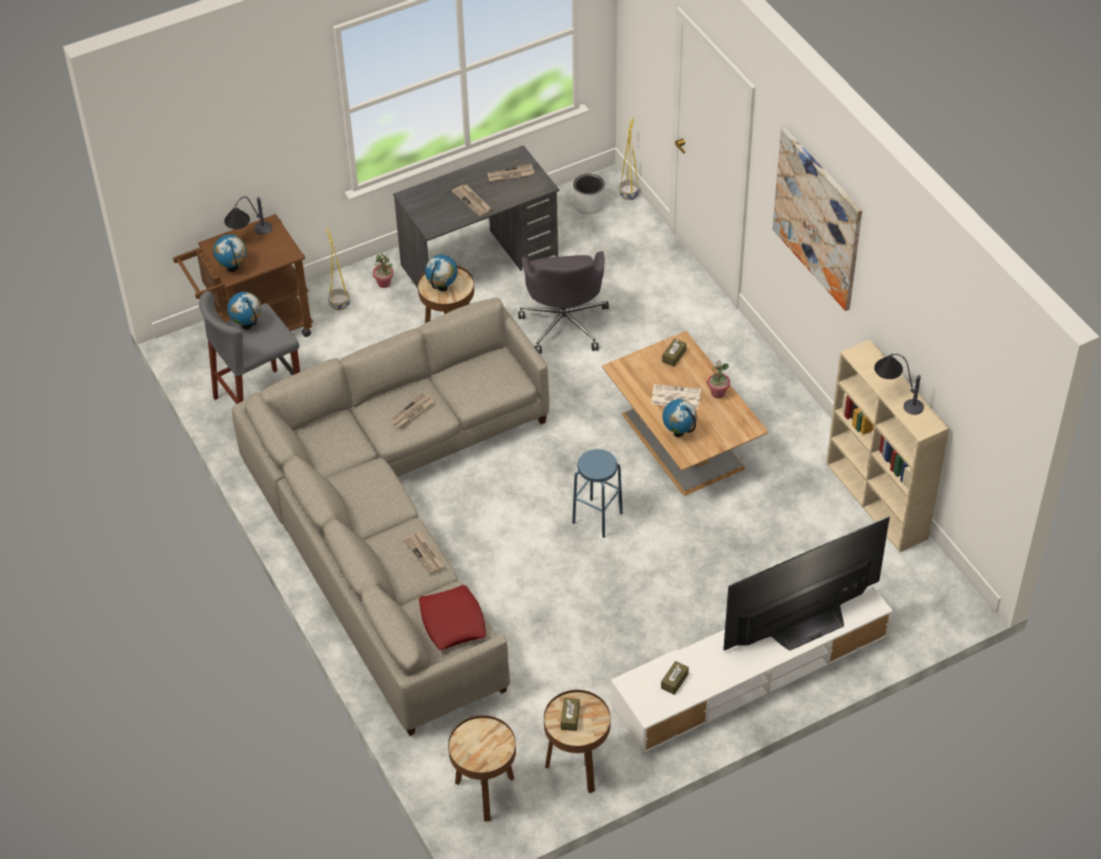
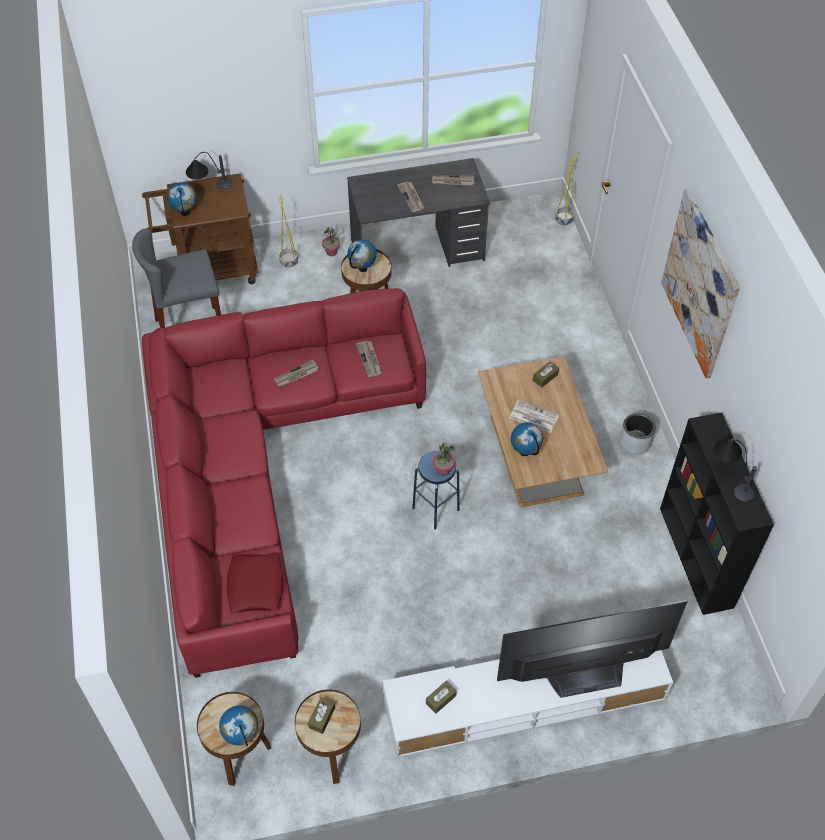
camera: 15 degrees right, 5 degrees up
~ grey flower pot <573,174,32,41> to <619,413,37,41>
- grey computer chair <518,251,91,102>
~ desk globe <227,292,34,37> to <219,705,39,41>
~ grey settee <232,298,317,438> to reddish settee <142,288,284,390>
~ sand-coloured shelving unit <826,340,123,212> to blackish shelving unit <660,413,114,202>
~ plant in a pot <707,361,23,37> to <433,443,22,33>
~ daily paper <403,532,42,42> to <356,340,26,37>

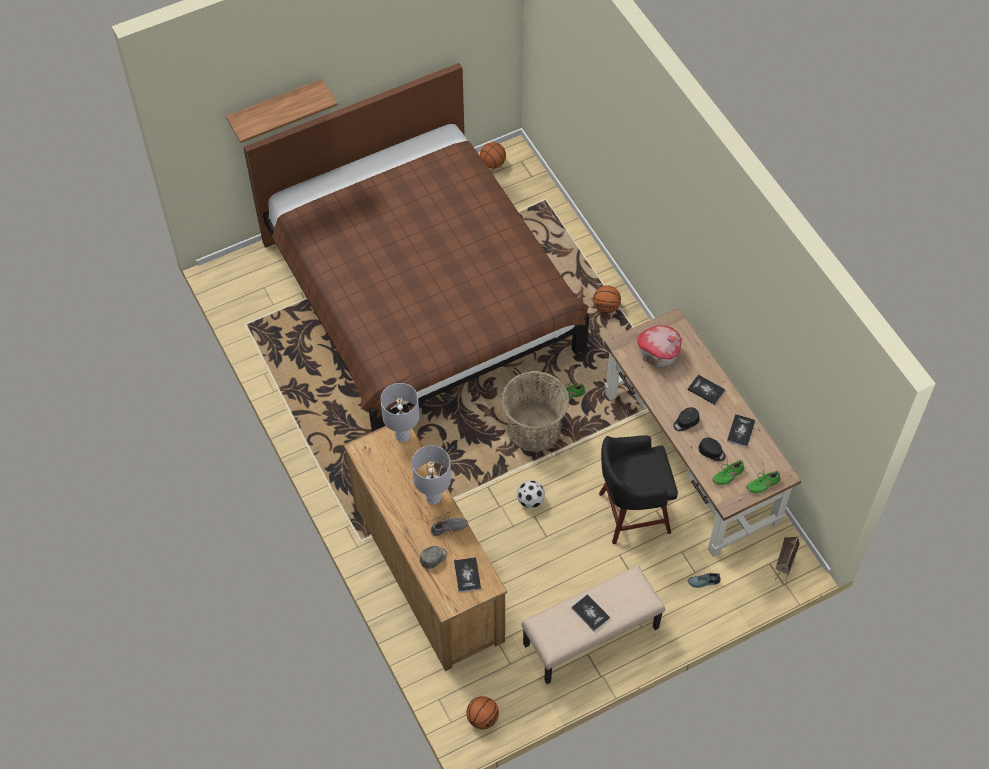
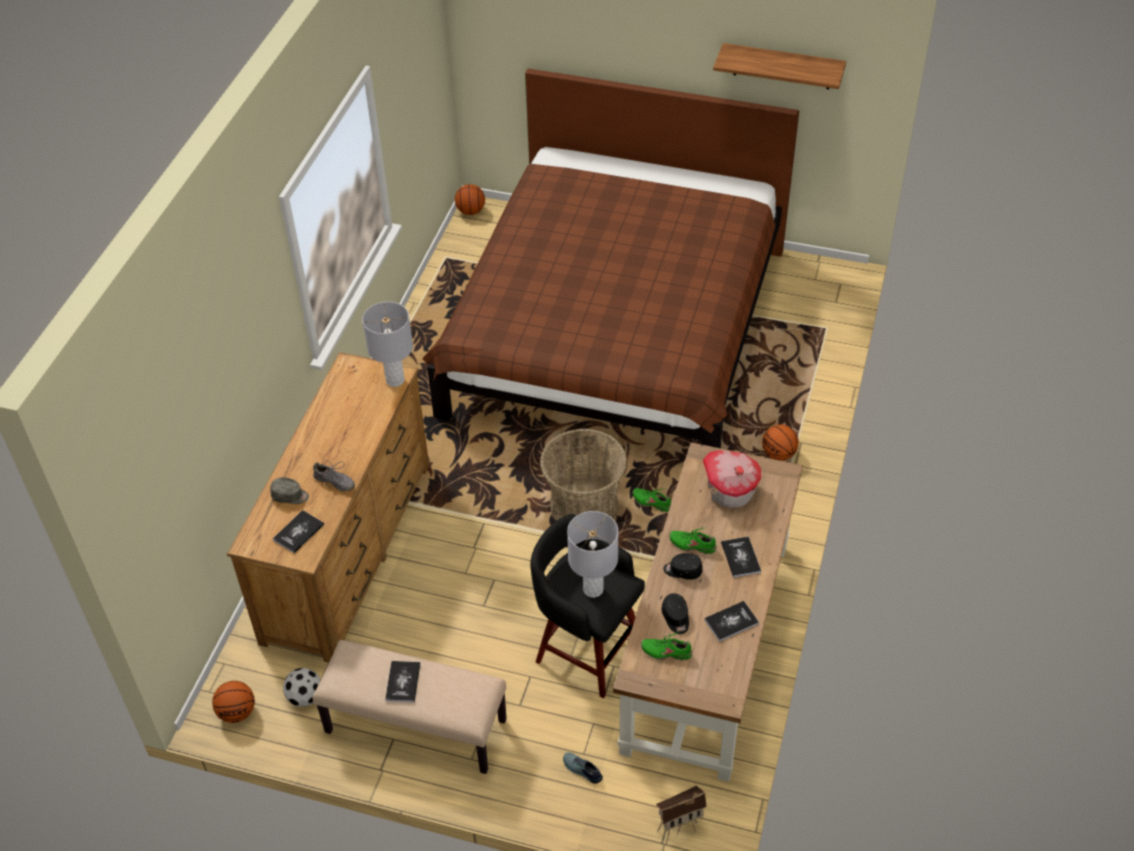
camera: 45 degrees right, 10 degrees down
~ bracket shelf <226,79,112,64> to <713,43,133,46>
~ basketball ball <480,142,26,27> to <455,184,30,31>
~ grey table lamp <412,446,39,59> to <567,511,51,87>
~ green-coloured item of footwear <746,468,34,25> to <669,528,48,26>
~ football ball <517,481,28,27> to <283,668,38,38>

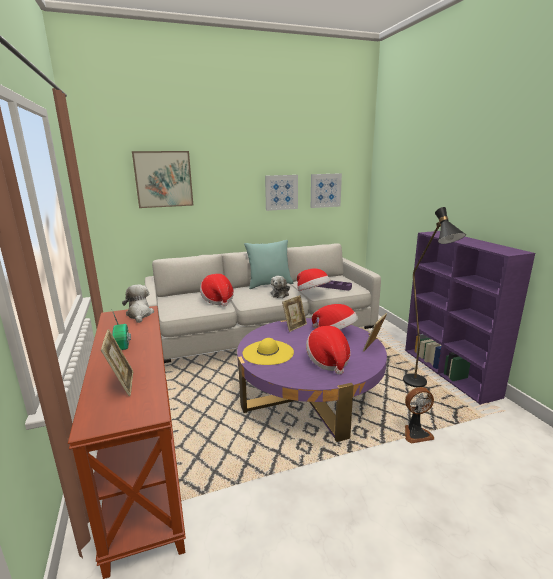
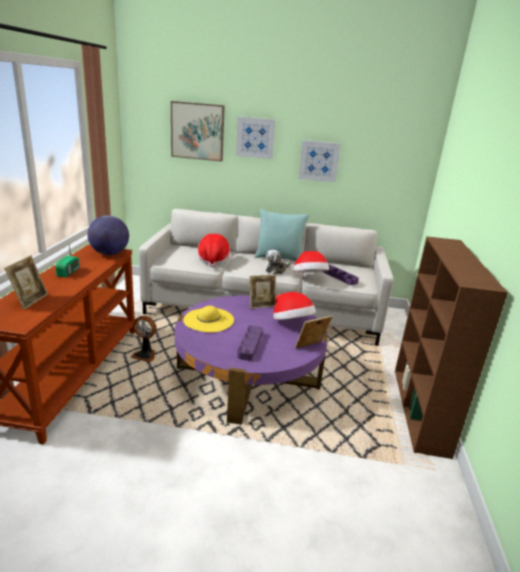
camera: 25 degrees right, 5 degrees up
~ picture <311,173,31,35> to <236,116,40,43>
- blackish floor lamp <403,207,63,180>
~ purple-coloured shelving unit <405,231,130,174> to brownish shelving unit <395,236,113,223>
~ cuddly toy <122,284,32,39> to desk globe <87,215,42,40>
~ wearable hat <306,326,45,48> to purple-coloured carrying tray <237,325,26,36>
~ cooling fan <405,387,29,56> to <131,316,25,46>

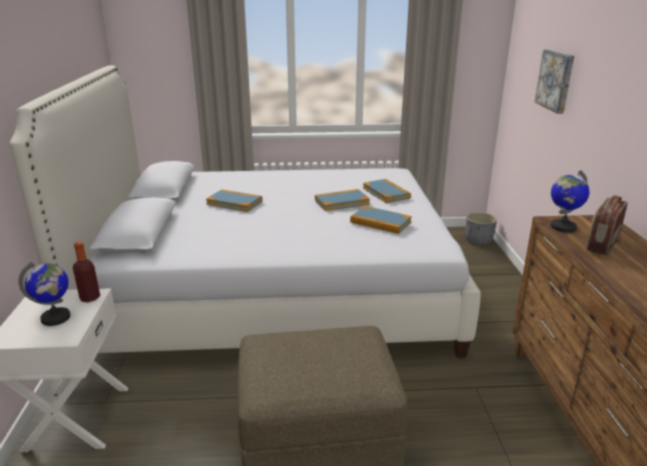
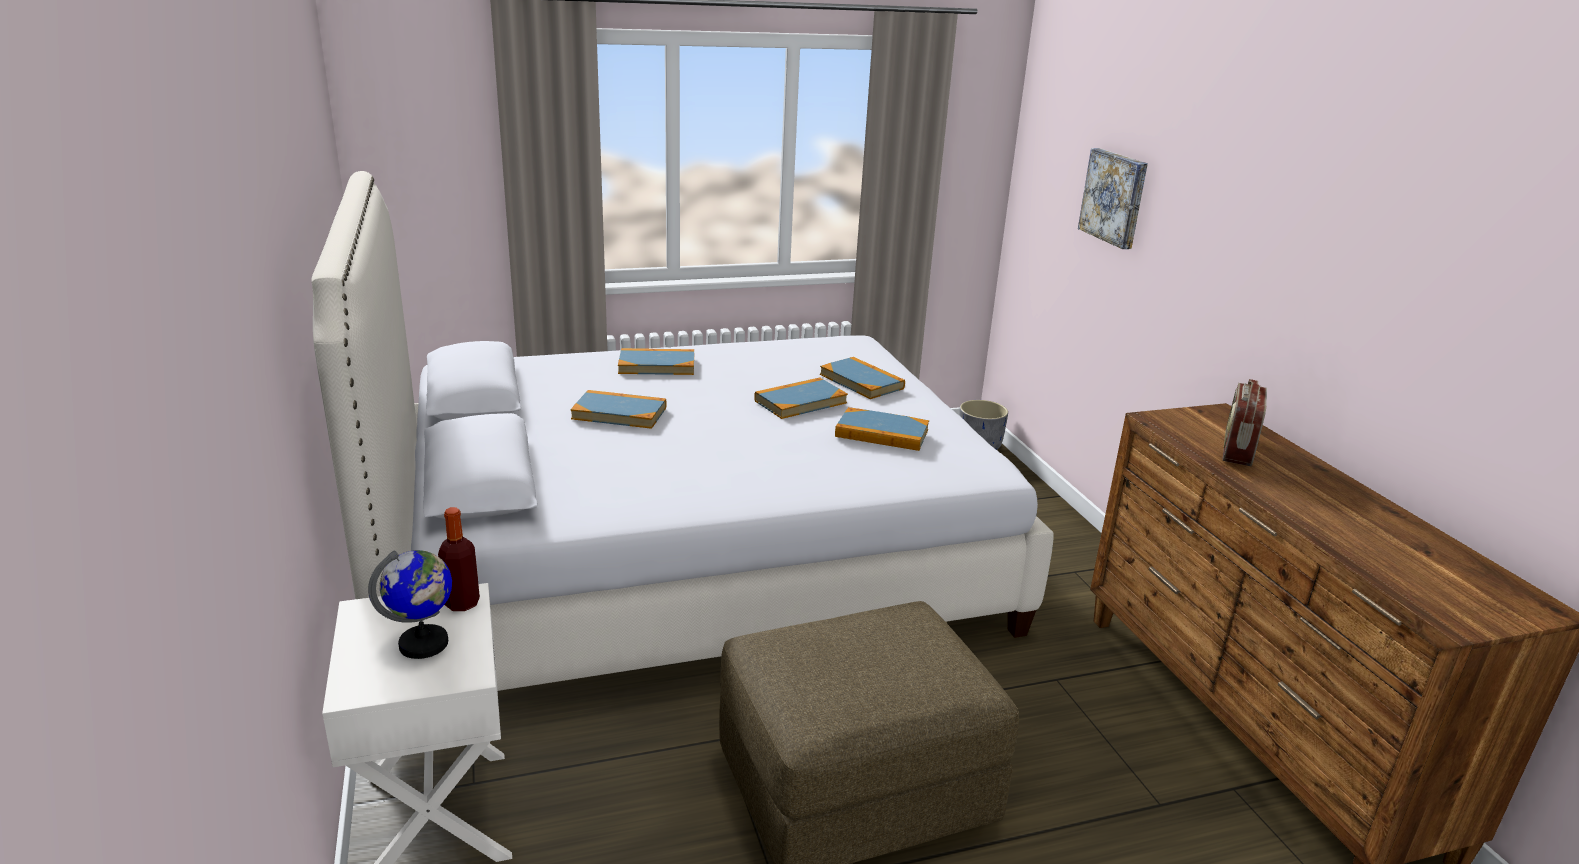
camera: 15 degrees left, 0 degrees up
- desk globe <550,170,39,63>
+ volume <618,348,76,27>

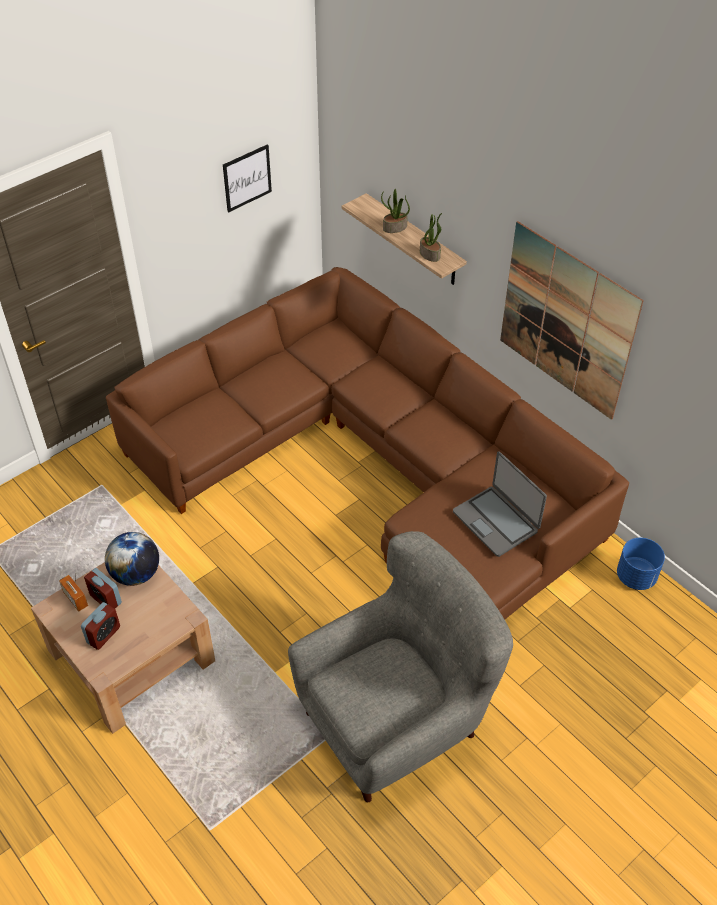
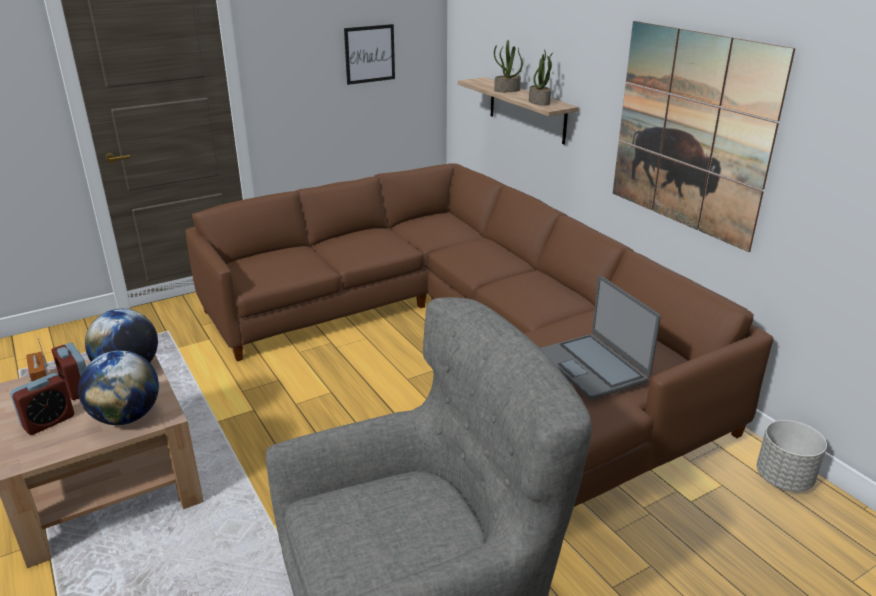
camera: 10 degrees right, 20 degrees down
~ blue-coloured flower pot <617,538,48,52> to grey flower pot <757,420,70,71>
+ desk globe <78,350,81,75>

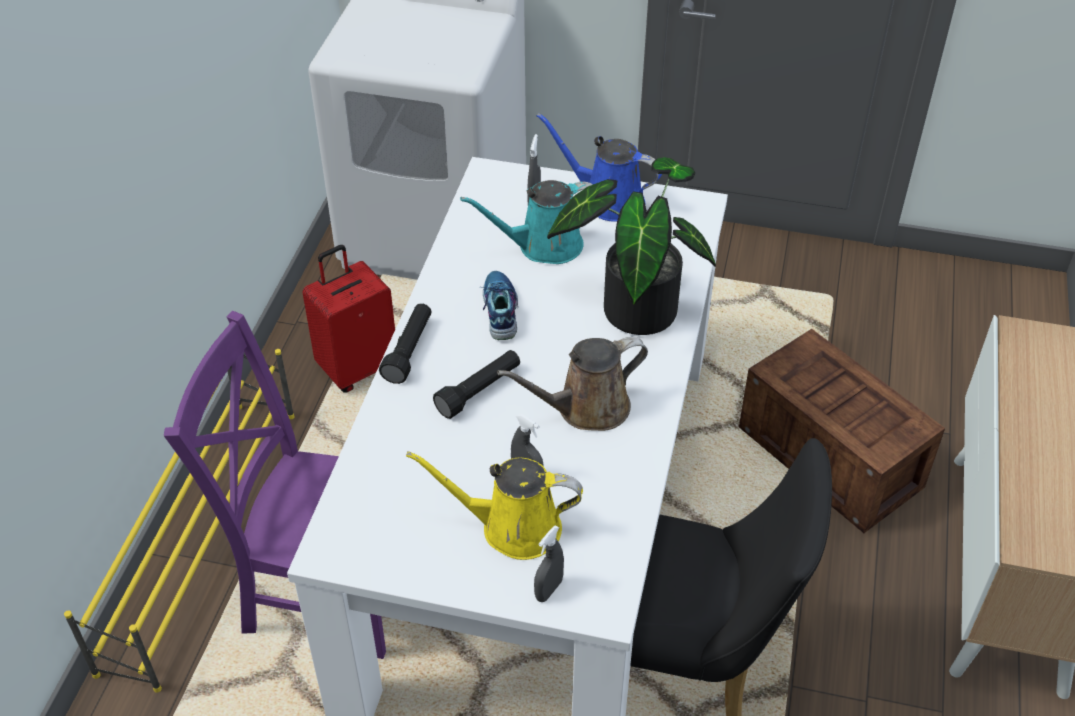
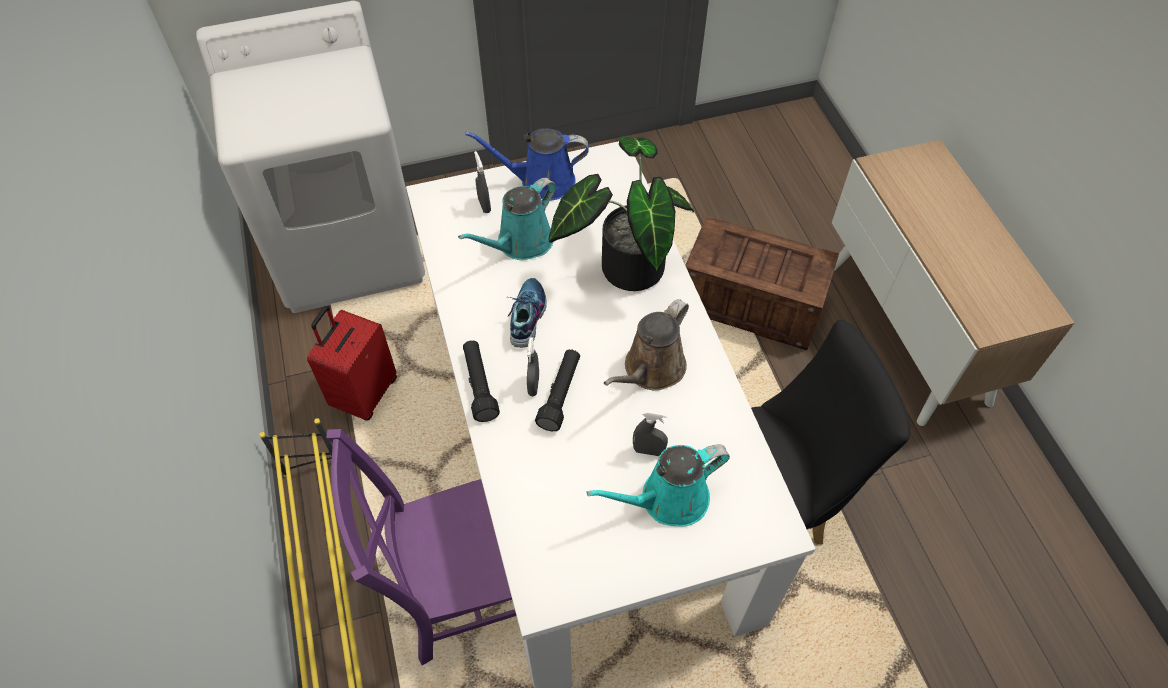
camera: 30 degrees left, 10 degrees up
~ item of footwear <479,271,39,69> = <508,278,39,70> 45 degrees clockwise
~ yellow-coloured sprinkling can <406,451,177,109> to turquoise-coloured sprinkling can <586,445,144,82>
~ grey sprayer <534,526,30,76> to <527,337,12,59>

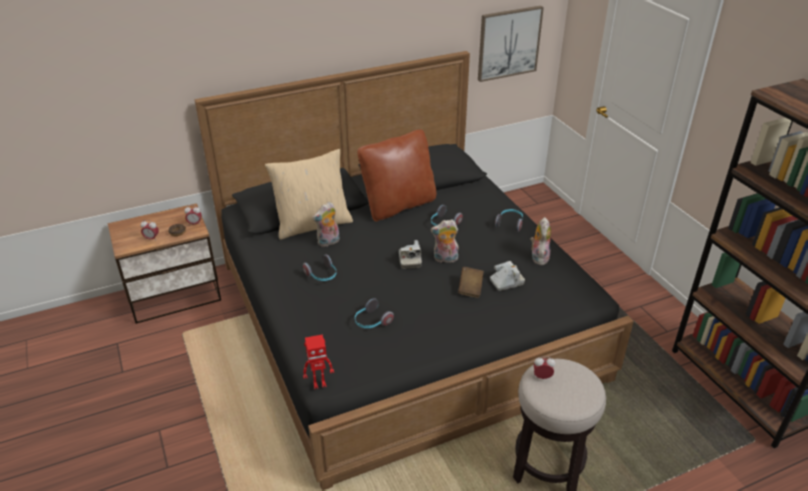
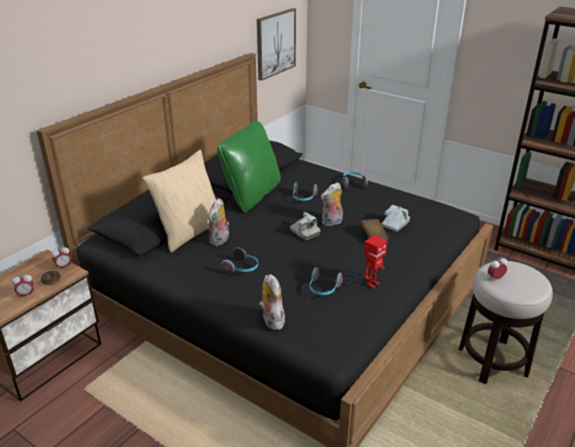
camera: 30 degrees left, 5 degrees down
~ brownish throw pillow <357,130,79,92> to green-coloured throw pillow <217,120,64,93>
~ cuddly toy <530,217,21,48> to <259,274,26,56>
~ toy robot <303,334,31,55> to <364,235,23,54>

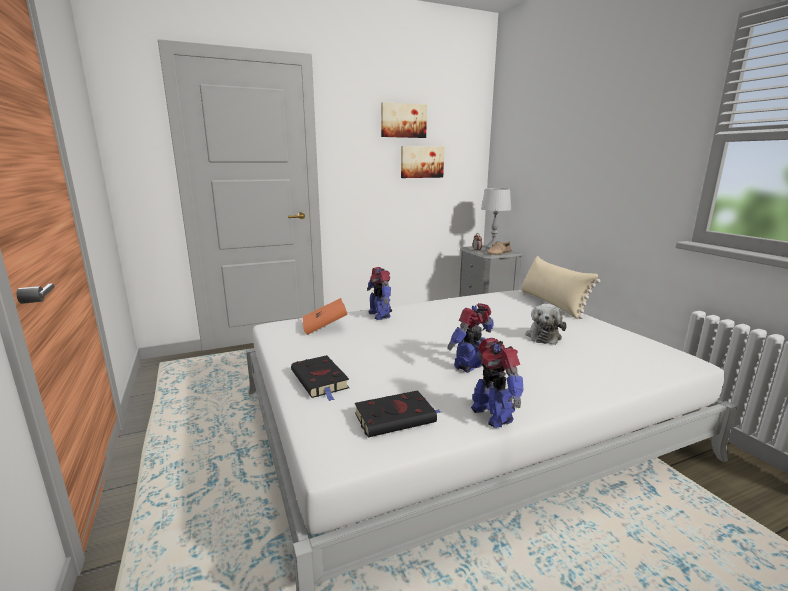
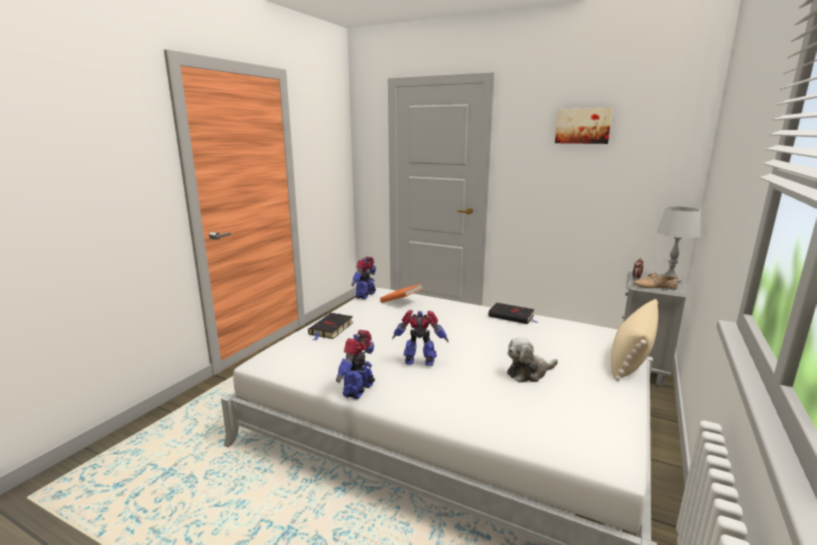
camera: 50 degrees right, 0 degrees up
- picture <401,146,43,32>
~ toy robot <367,267,25,53> to <351,257,25,42>
~ blackish volume <355,390,86,48> to <488,303,50,21>

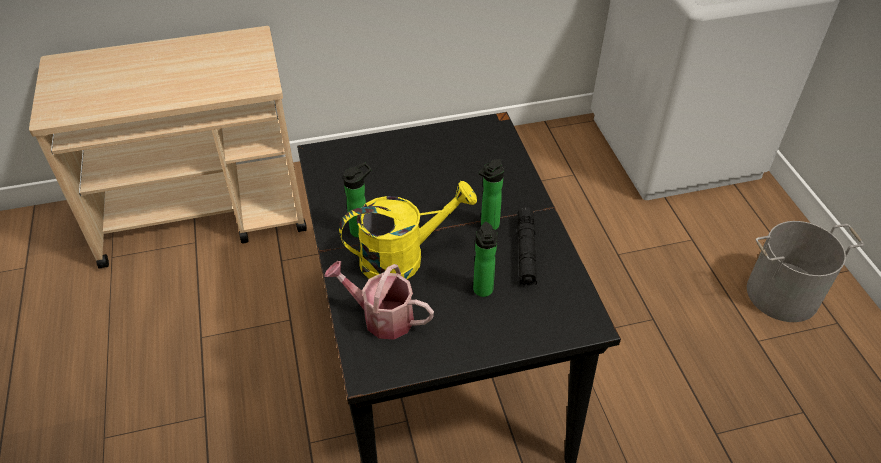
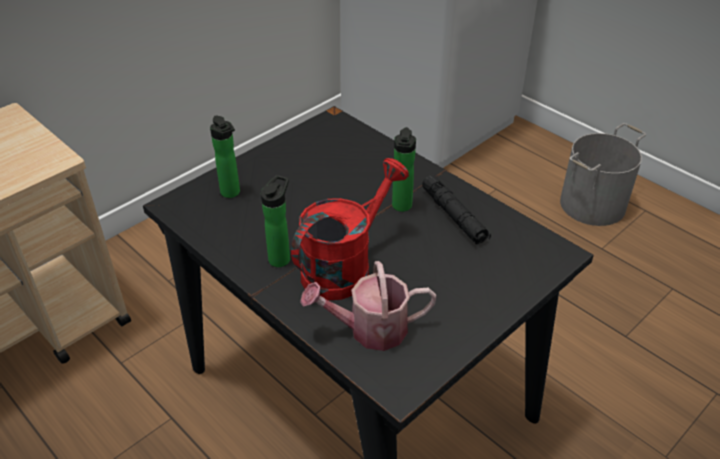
camera: 30 degrees left, 5 degrees down
~ yellow-coloured sprinkling can <339,181,138,98> to reddish sprinkling can <291,158,118,142>
~ bottle <473,222,25,75> to <210,116,30,82>

